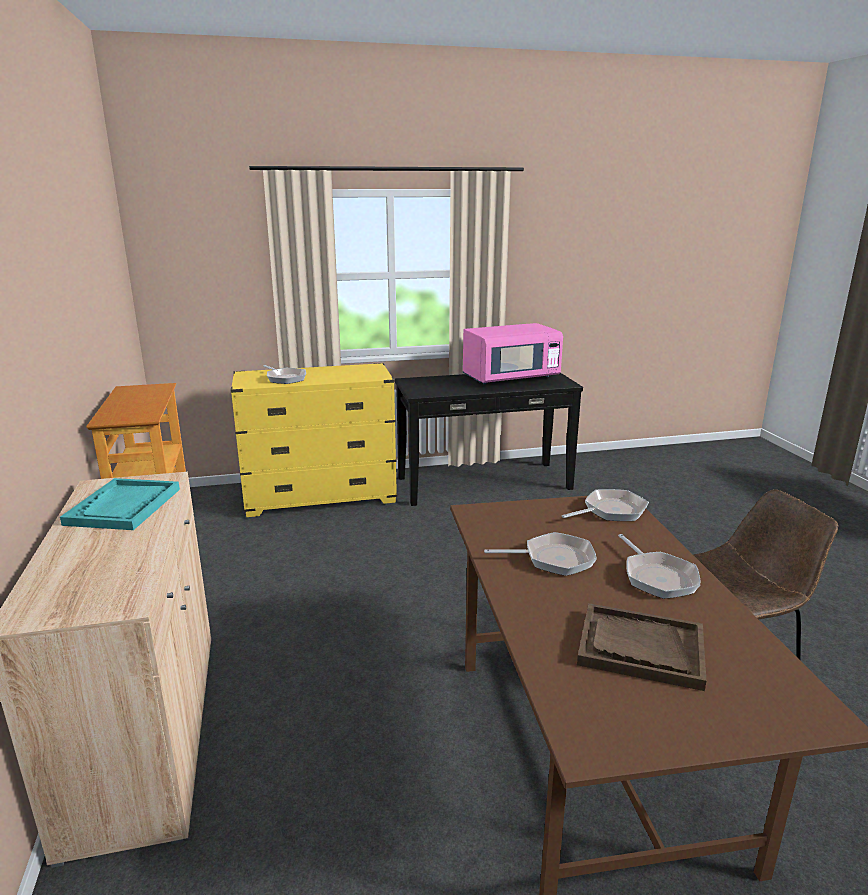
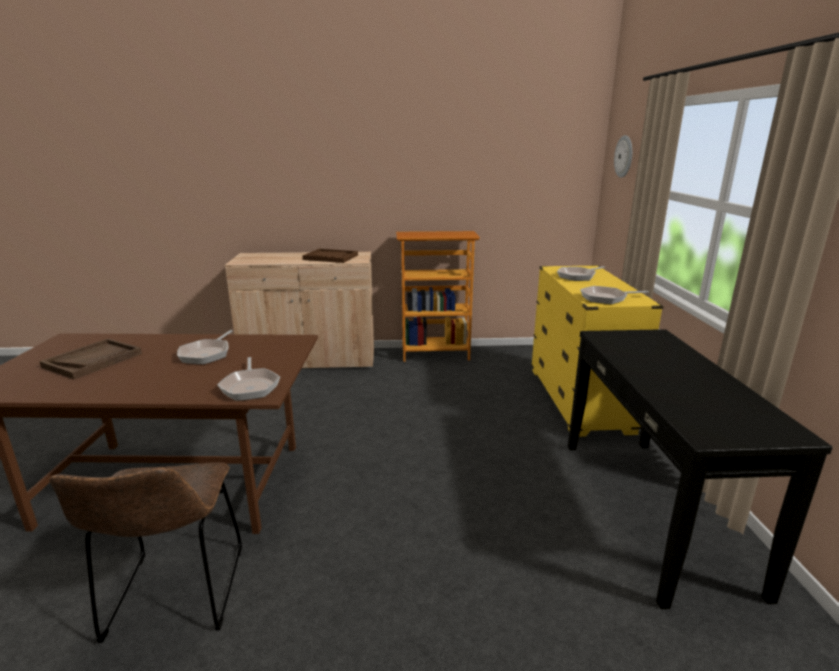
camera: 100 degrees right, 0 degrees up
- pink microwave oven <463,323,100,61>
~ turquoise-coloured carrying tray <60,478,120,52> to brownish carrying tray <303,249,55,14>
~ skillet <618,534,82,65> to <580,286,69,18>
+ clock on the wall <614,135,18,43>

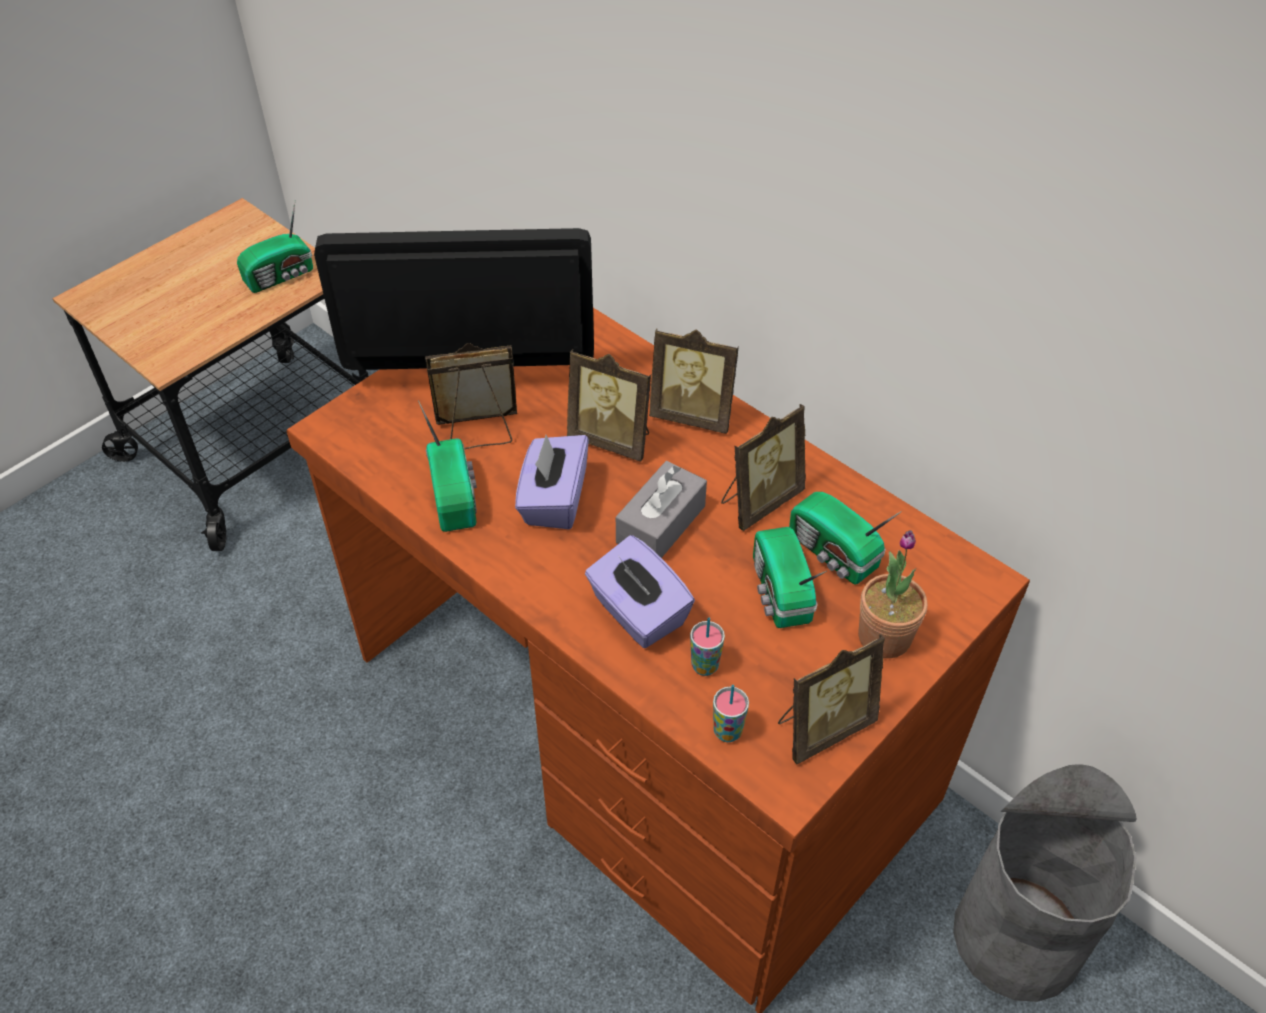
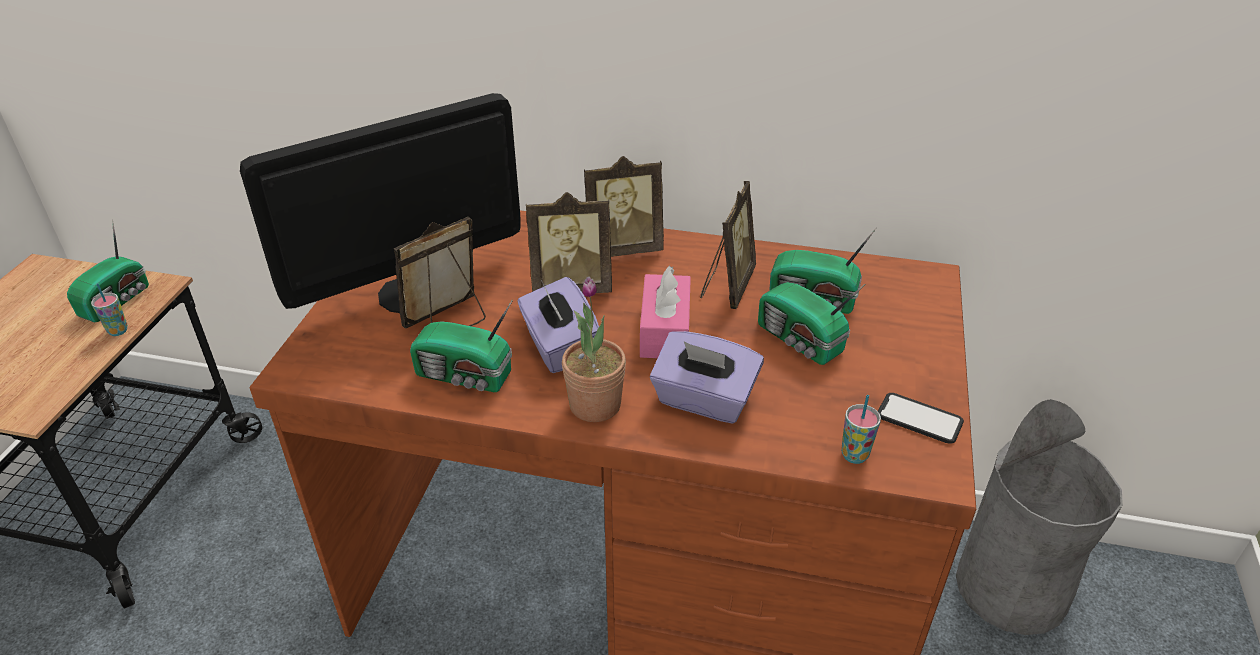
camera: 30 degrees left, 10 degrees down
~ radio <418,400,59,132> = <410,300,103,92> 150 degrees clockwise
~ grey tissue holder <616,461,91,97> to pink tissue holder <640,266,51,92>
~ plant in a pot <858,530,69,128> to <562,277,64,145>
~ small cup <690,617,35,59> to <91,283,37,53>
~ standing frame <778,634,107,130> to phone <878,393,86,50>

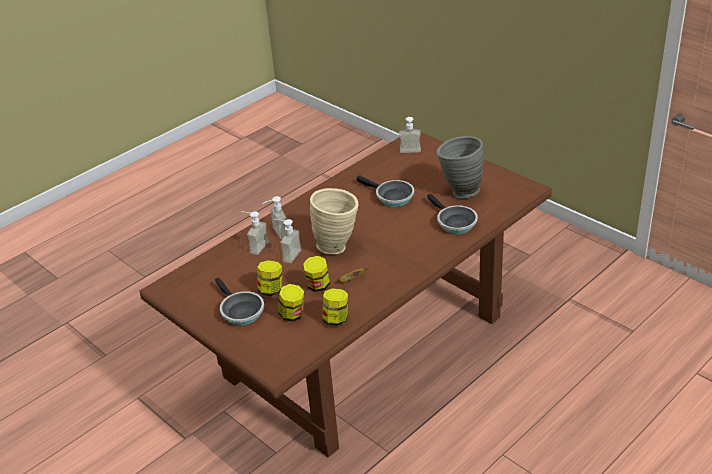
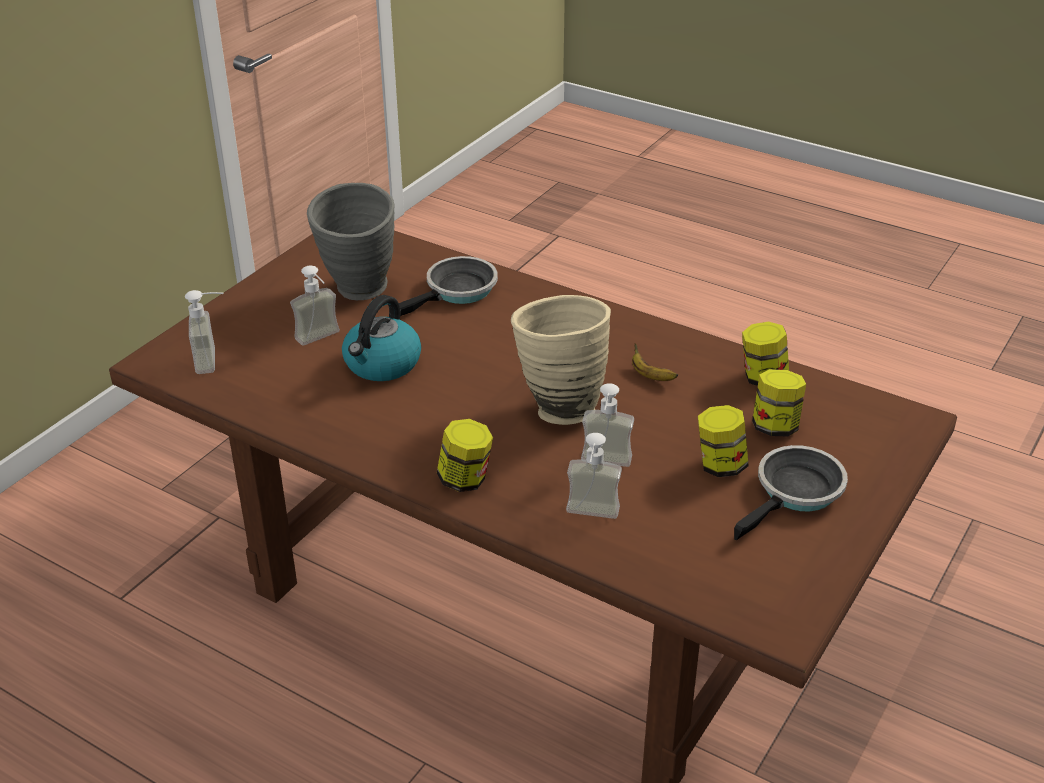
camera: 105 degrees left, 0 degrees up
~ skillet <357,175,57,32> to kettle <342,295,79,86>
~ soap bottle <262,196,25,43> to <290,266,50,79>
~ jar <303,256,27,36> to <437,419,56,73>

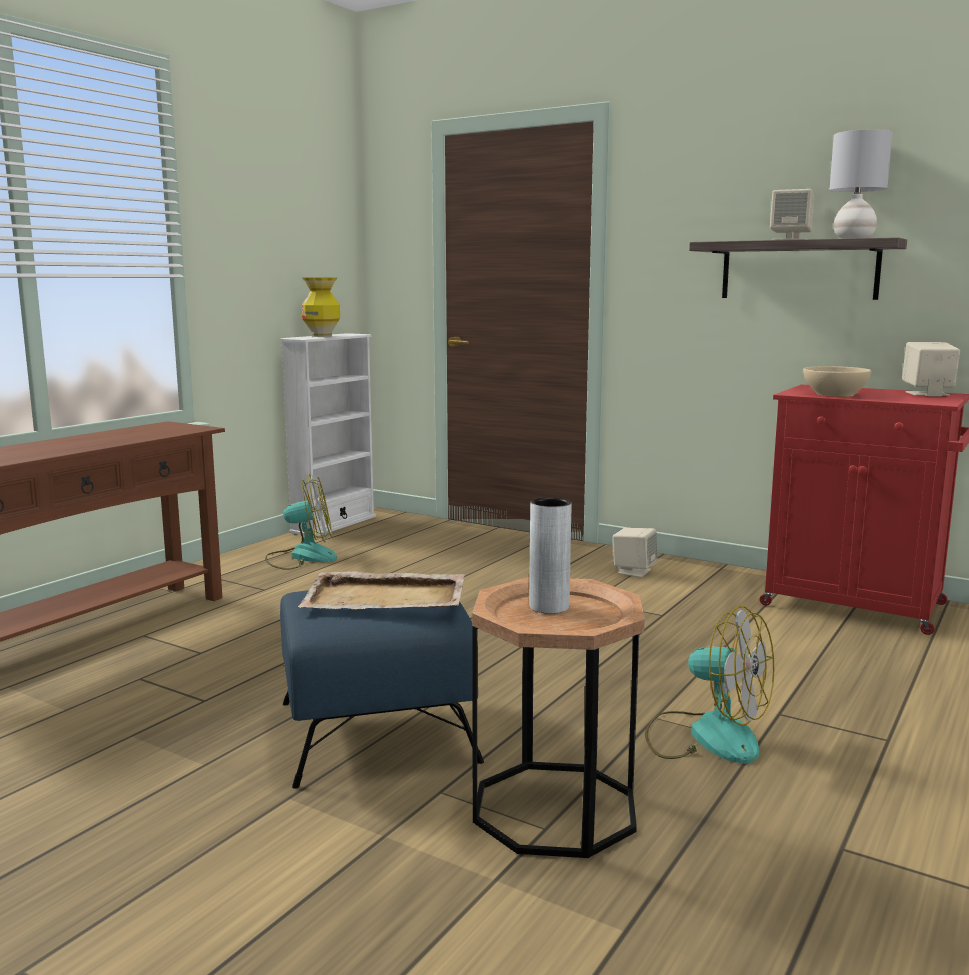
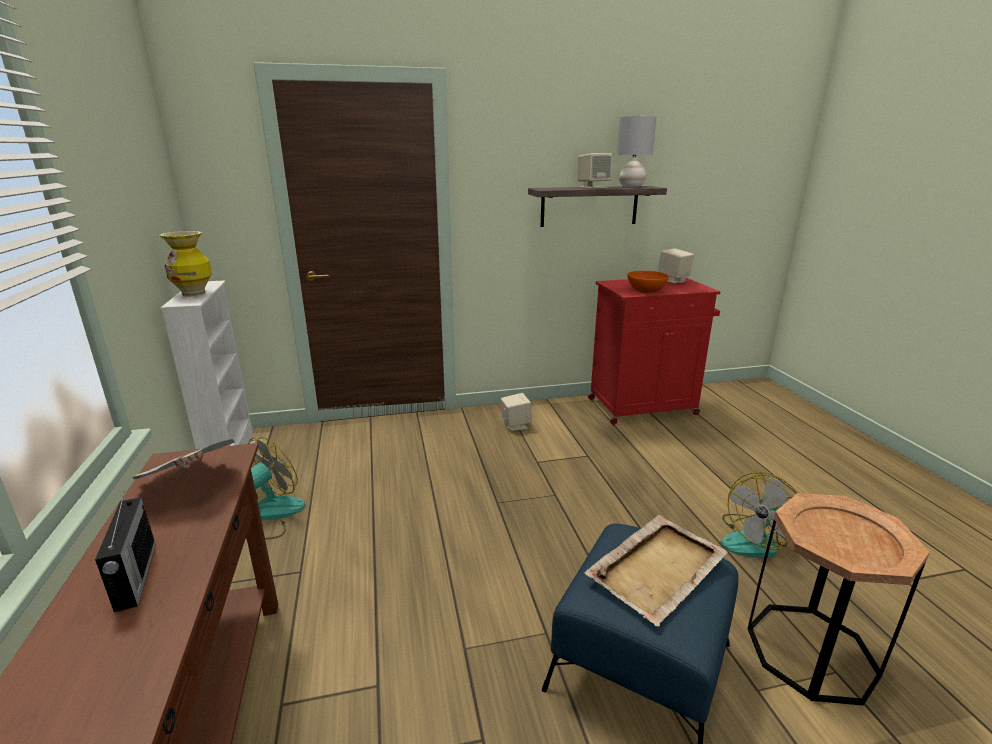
camera: 45 degrees left, 10 degrees up
~ sand-coloured serving bowl <803,366,69,31> to orangey serving bowl <627,271,42,22>
- grey decorative vase <529,497,43,117>
~ cooling fan <645,606,129,158> = <721,472,76,86> 150 degrees clockwise
+ daily paper <132,439,103,40>
+ radio <95,491,61,121>

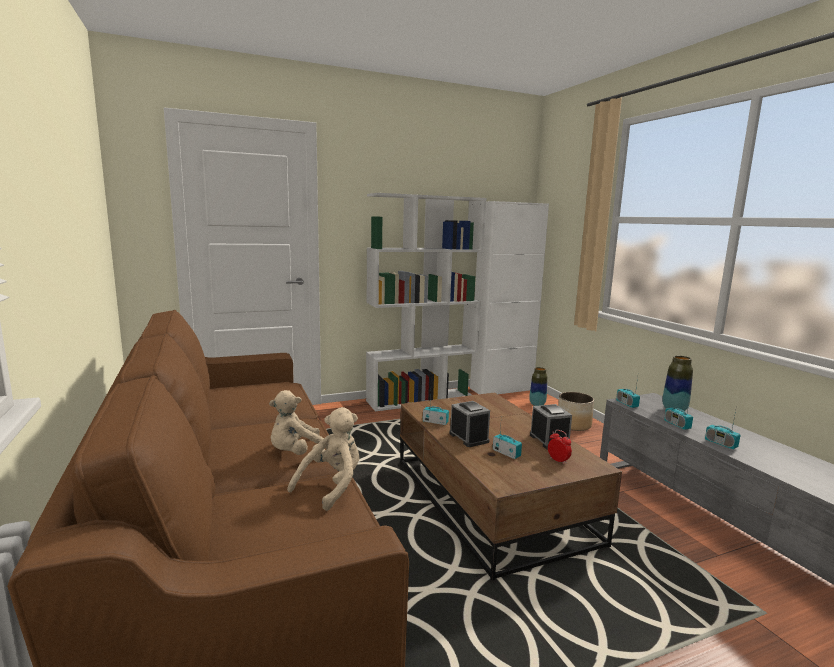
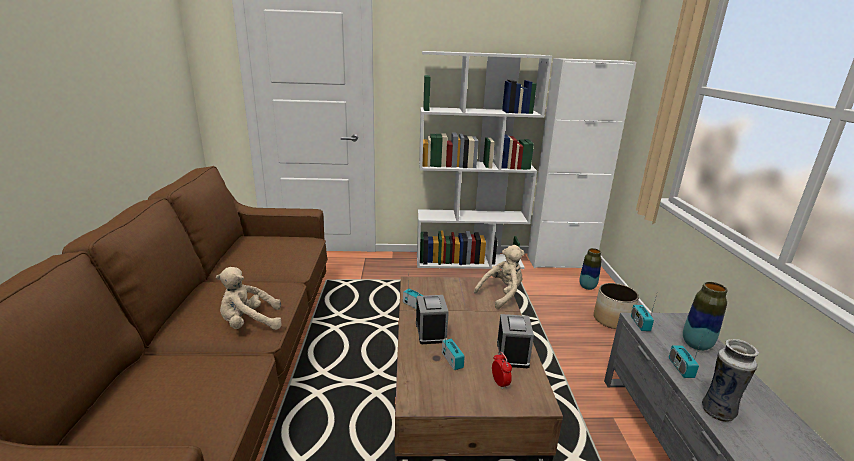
camera: 20 degrees right, 10 degrees up
~ sand-coloured cuddly toy <287,407,72,104> to <474,245,51,64>
~ radio <705,411,35,38> to decorative vase <702,339,57,83>

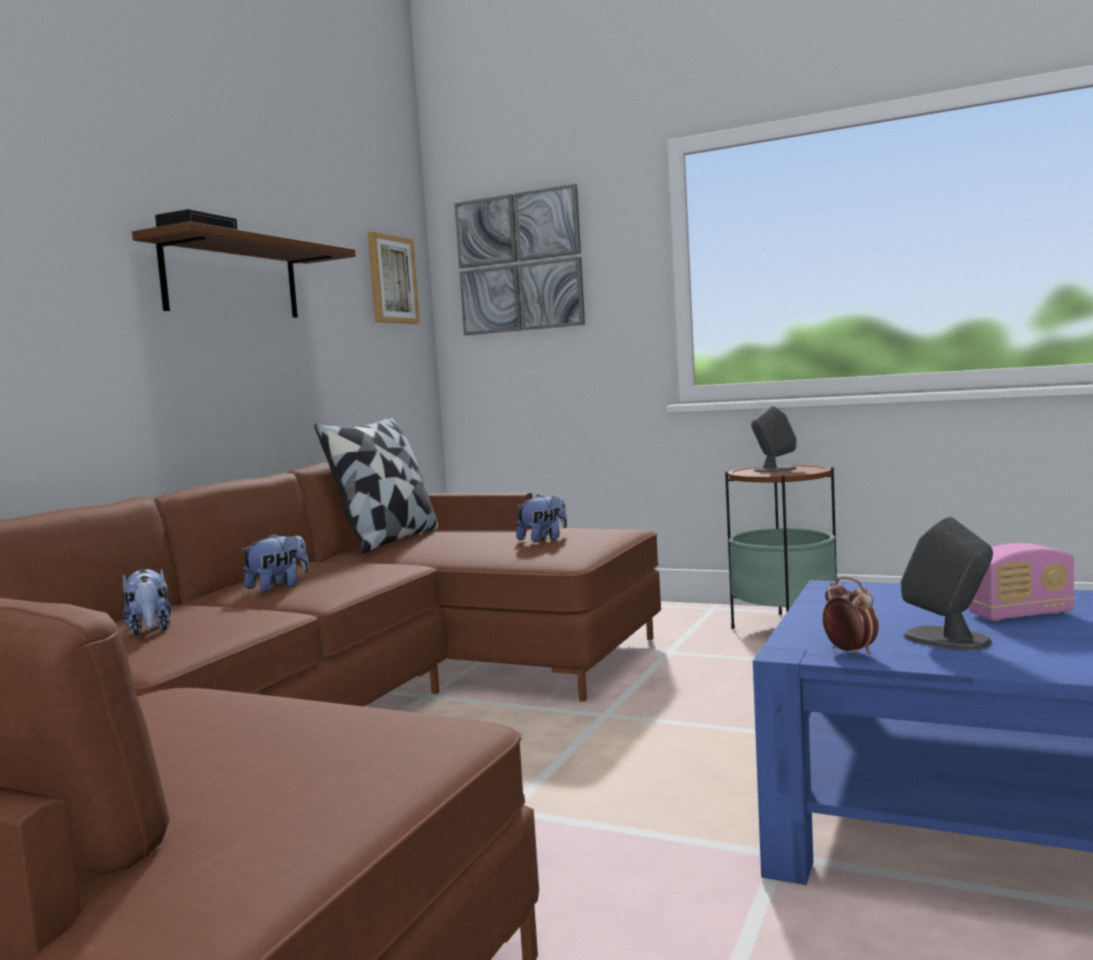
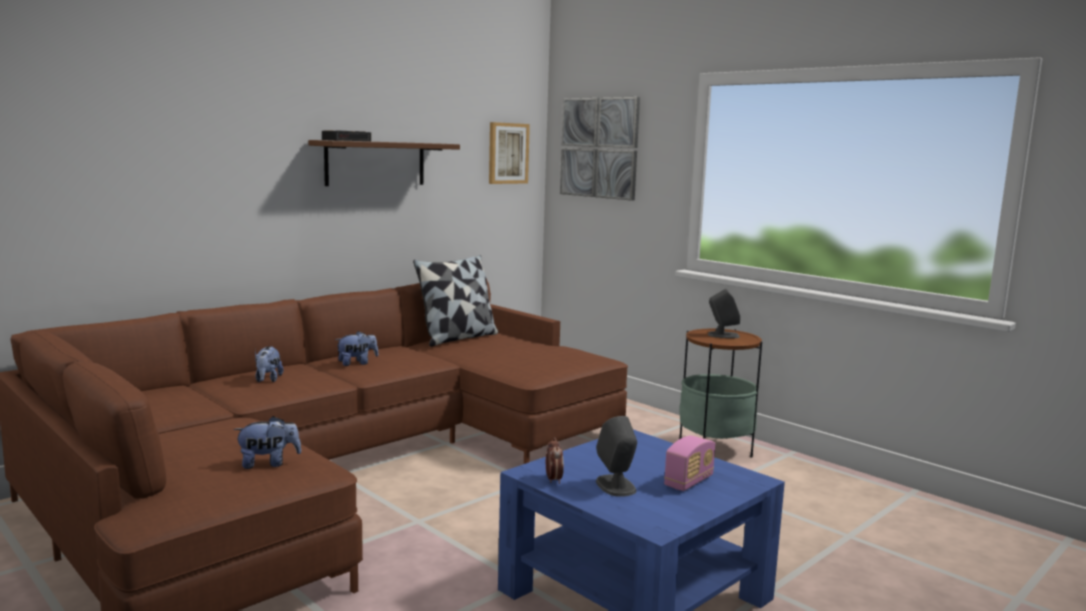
camera: 20 degrees right, 5 degrees up
~ cuddly toy <516,494,51,48> to <234,416,67,53>
~ radio <969,543,106,78> = <664,435,51,56> 60 degrees counterclockwise

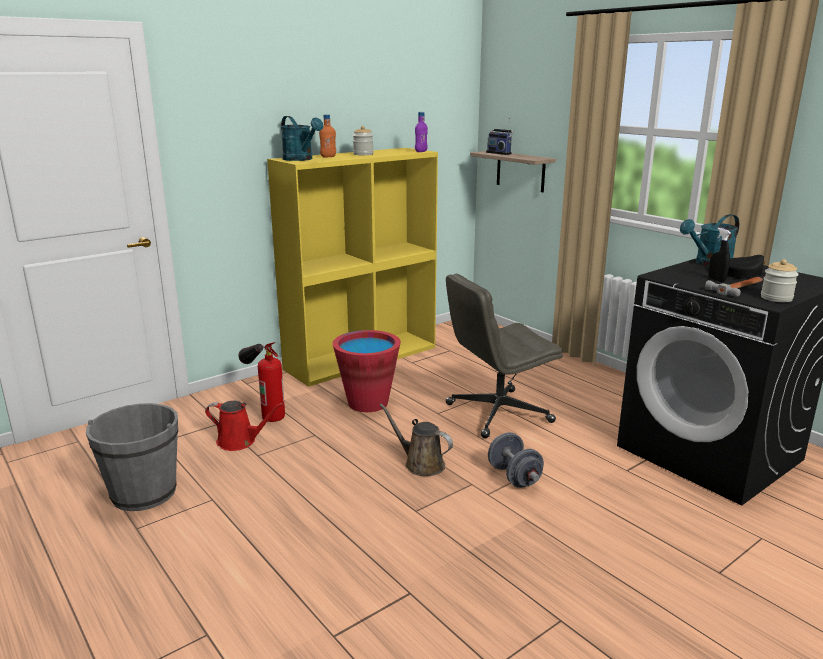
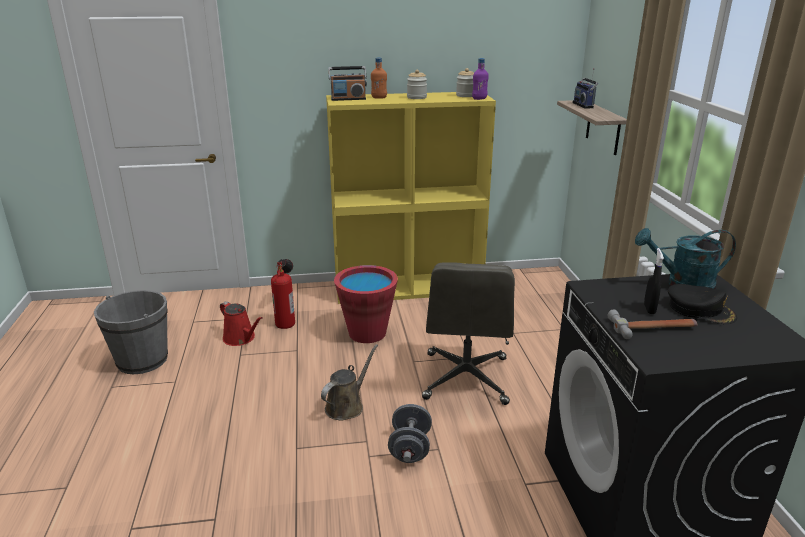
camera: 30 degrees right, 5 degrees up
~ turquoise-coloured sprinkling can <281,116,42,45> to radio <328,66,39,35>
~ jar <761,259,38,43> to <456,68,18,29>
~ grey computer chair <446,274,117,164> = <422,262,93,143> 90 degrees counterclockwise
~ brownish sprinkling can <380,404,73,72> = <321,344,57,76> 60 degrees clockwise

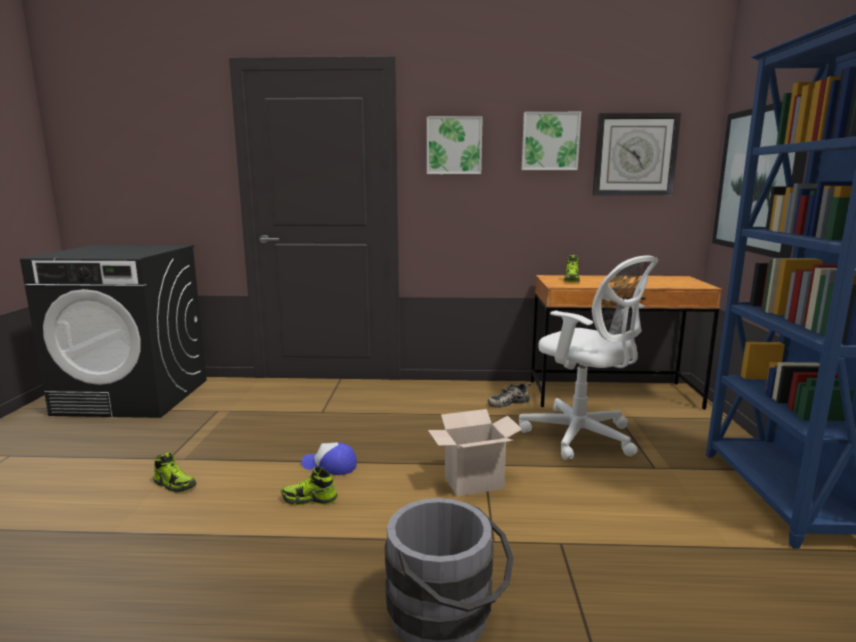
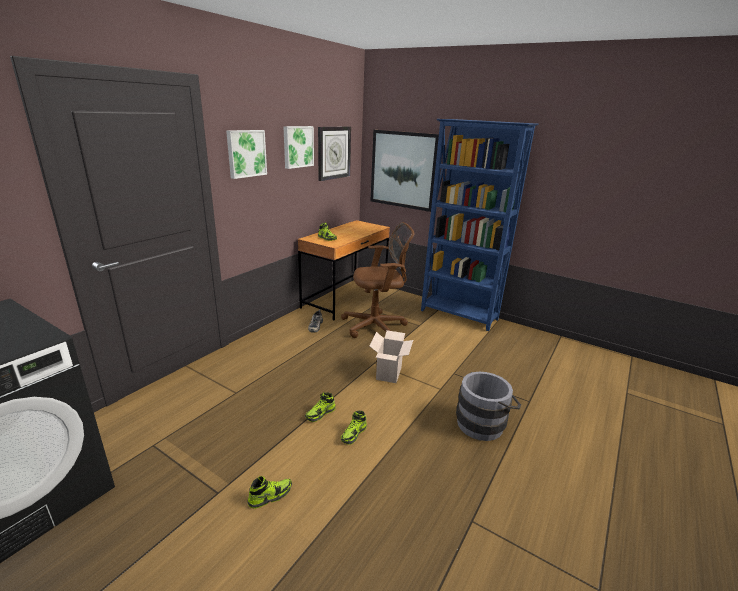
camera: 60 degrees left, 10 degrees up
~ white-coloured computer chair <519,256,139,204> to brownish computer chair <341,222,73,116>
~ peaked cap <301,442,56,33> to item of footwear <305,392,31,30>

